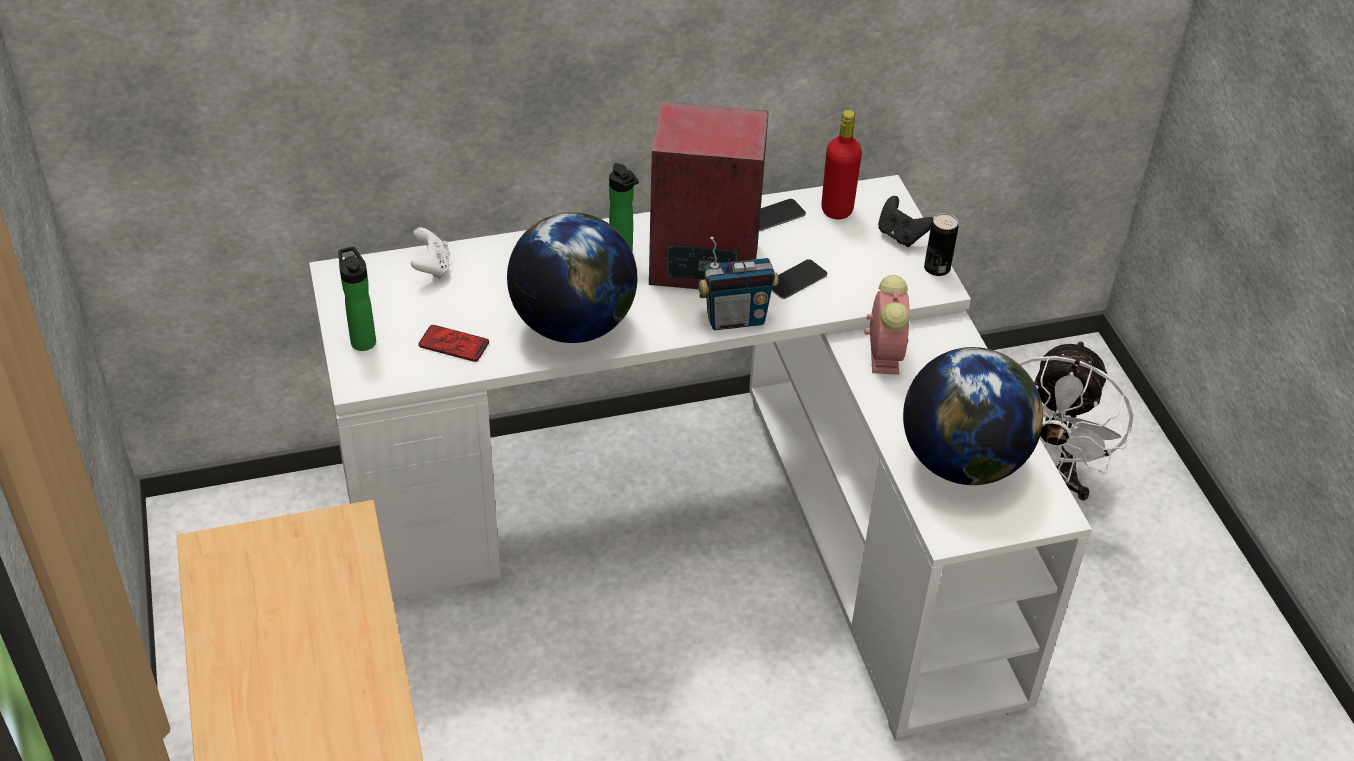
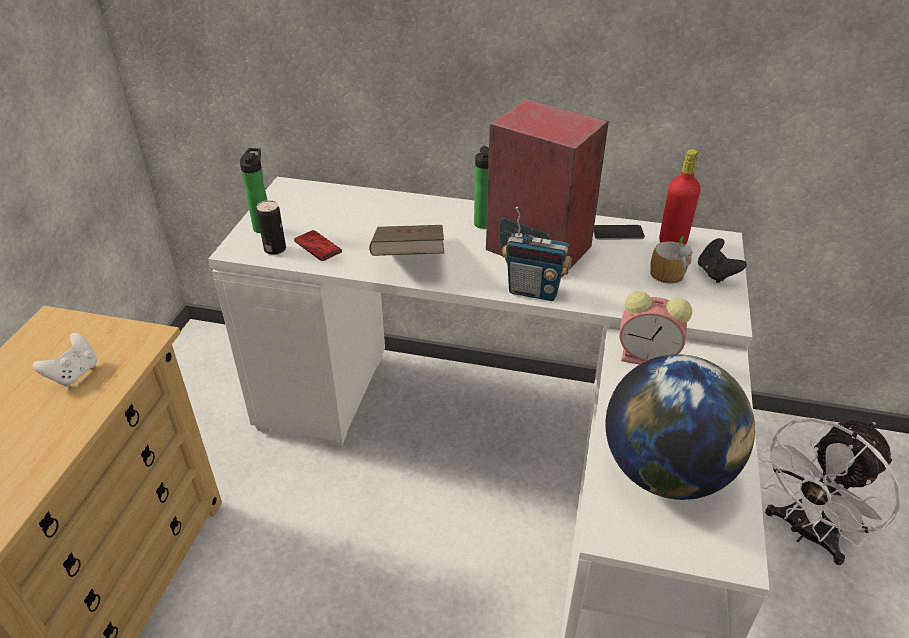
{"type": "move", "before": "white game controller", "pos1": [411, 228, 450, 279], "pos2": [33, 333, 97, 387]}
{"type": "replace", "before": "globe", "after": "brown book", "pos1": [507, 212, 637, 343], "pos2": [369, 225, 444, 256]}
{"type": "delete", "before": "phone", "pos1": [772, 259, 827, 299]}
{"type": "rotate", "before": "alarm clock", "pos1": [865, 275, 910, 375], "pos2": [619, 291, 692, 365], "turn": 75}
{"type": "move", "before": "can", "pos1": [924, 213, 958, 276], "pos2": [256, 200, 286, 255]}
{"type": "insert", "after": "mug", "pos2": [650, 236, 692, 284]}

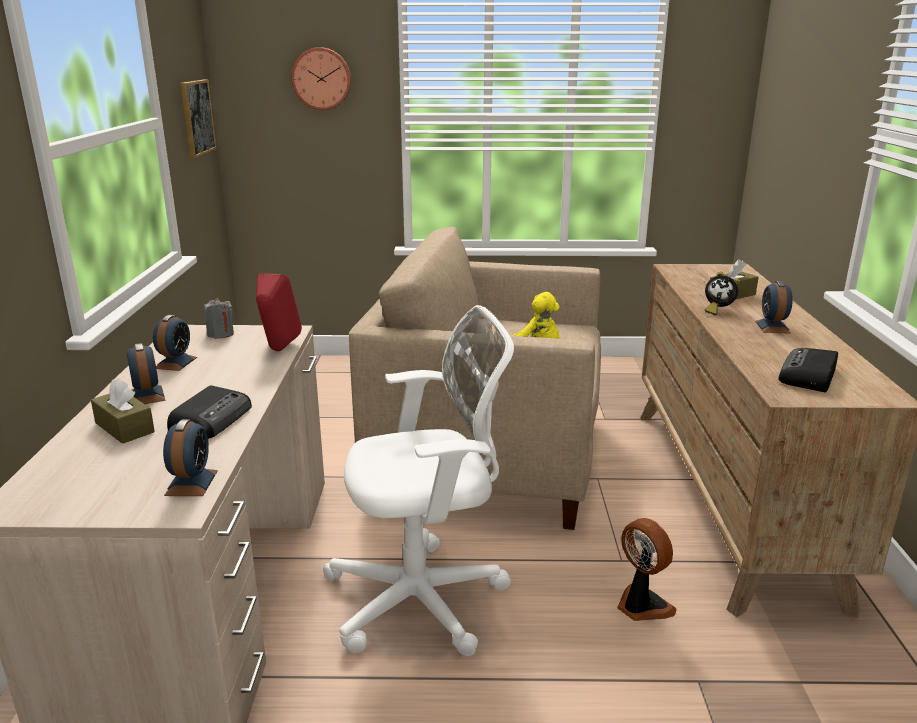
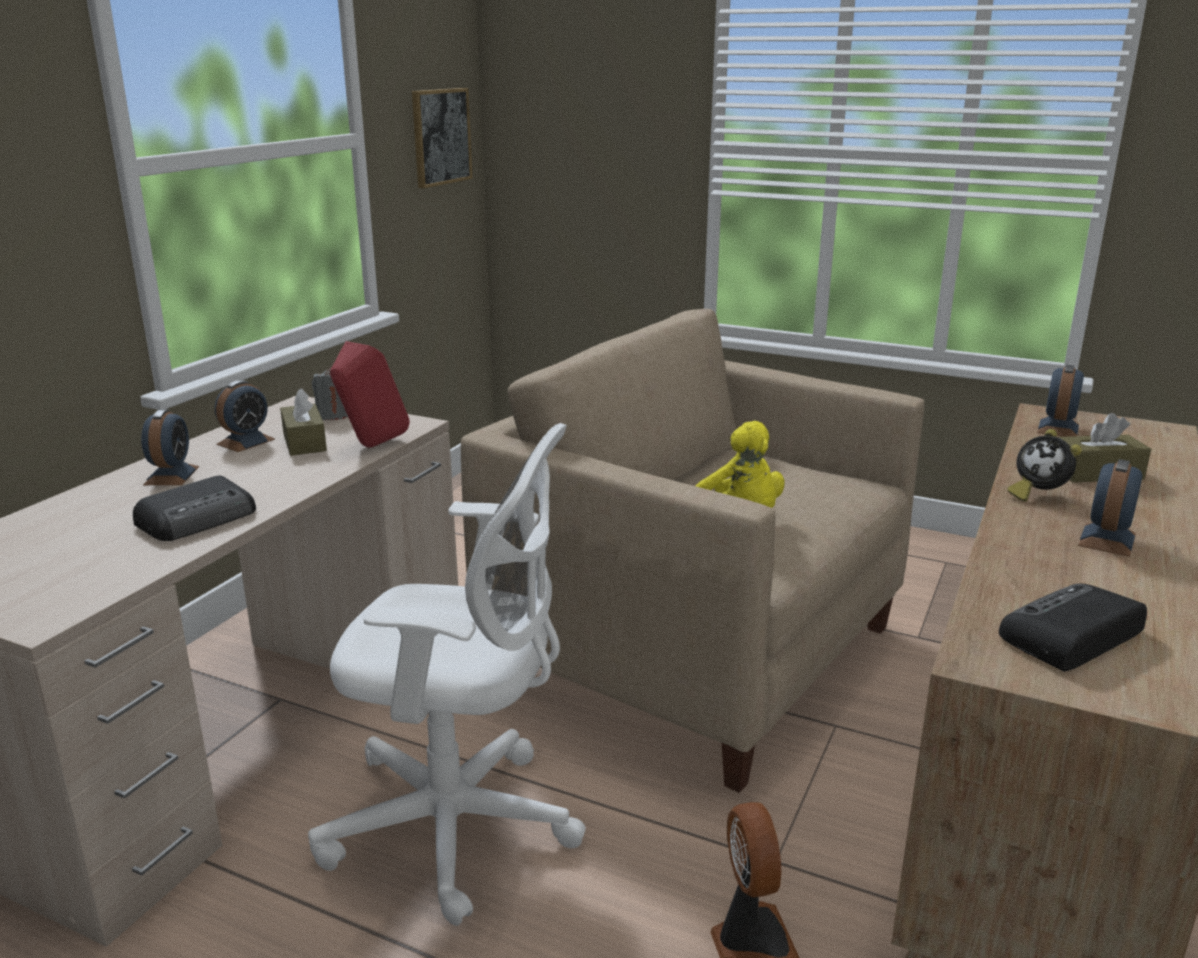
{"type": "move", "before": "brown tissue box", "pos1": [91, 378, 155, 444], "pos2": [280, 388, 327, 456]}
{"type": "move", "before": "alarm clock", "pos1": [163, 419, 218, 496], "pos2": [1037, 365, 1084, 437]}
{"type": "delete", "before": "wall clock", "pos1": [291, 47, 351, 110]}

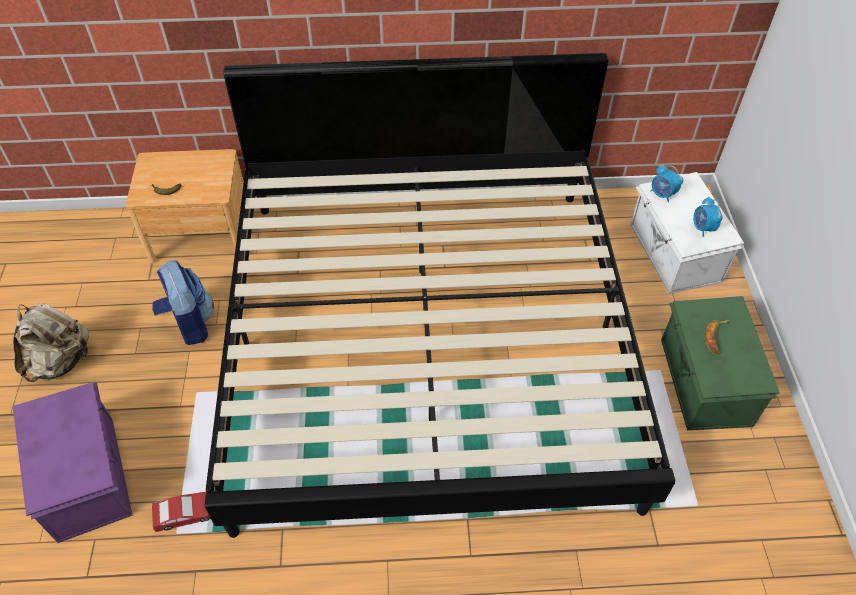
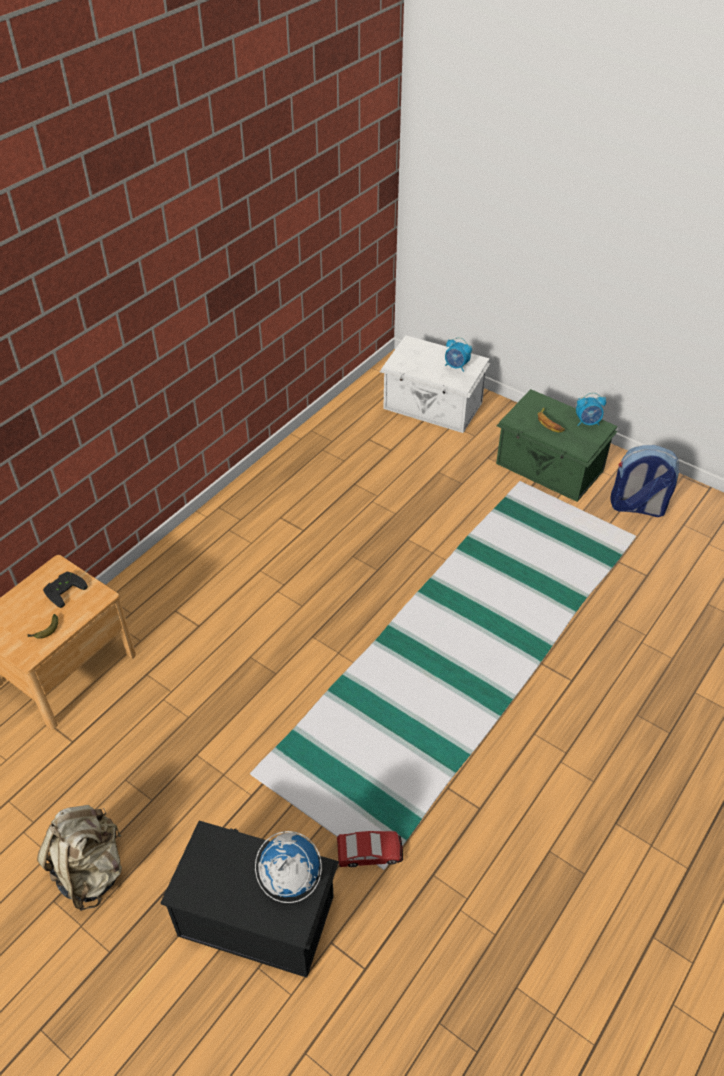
{"type": "recolor", "before": "purple storage box", "after": "black storage box", "pos1": [13, 382, 133, 543], "pos2": [160, 821, 339, 978]}
{"type": "move", "before": "backpack", "pos1": [152, 260, 214, 345], "pos2": [610, 445, 679, 517]}
{"type": "rotate", "before": "toy car", "pos1": [152, 492, 211, 532], "pos2": [337, 831, 403, 867], "turn": 60}
{"type": "delete", "before": "bed", "pos1": [205, 53, 675, 538]}
{"type": "move", "before": "alarm clock", "pos1": [651, 165, 683, 202], "pos2": [576, 393, 606, 426]}
{"type": "insert", "after": "black game controller", "pos2": [43, 571, 88, 608]}
{"type": "insert", "after": "globe", "pos2": [255, 831, 322, 903]}

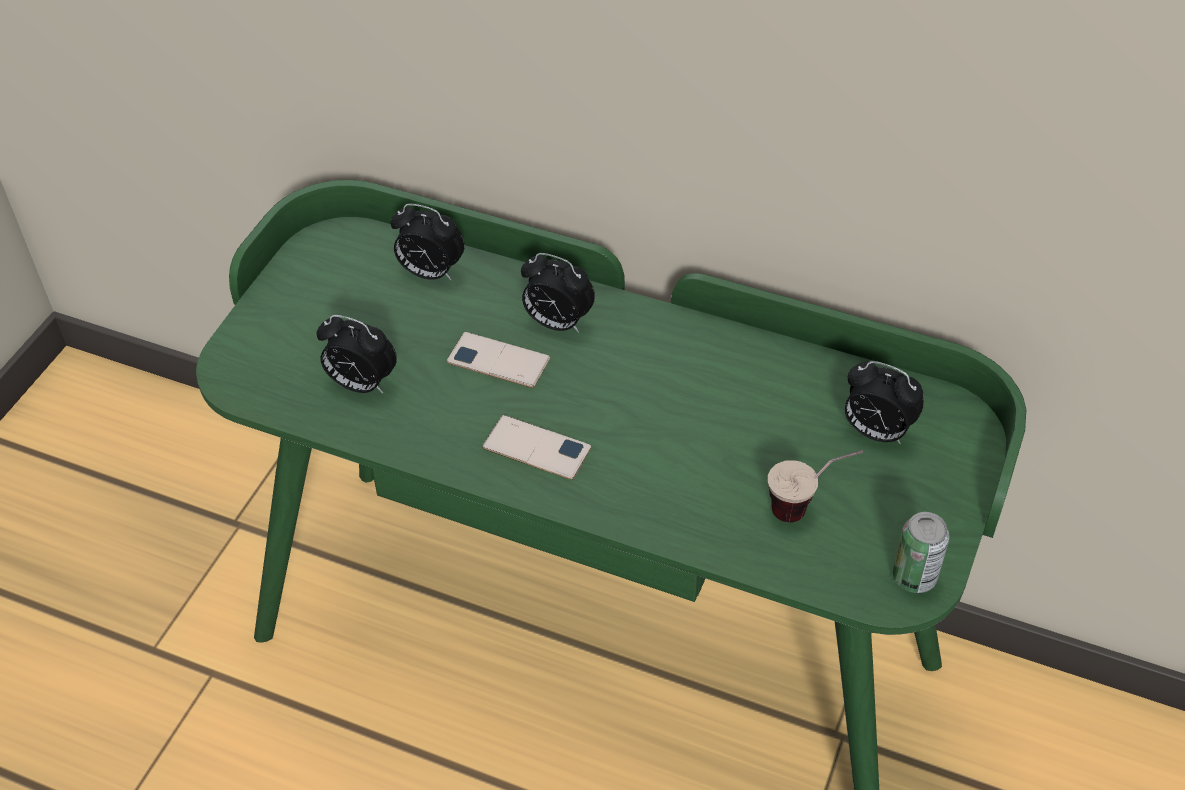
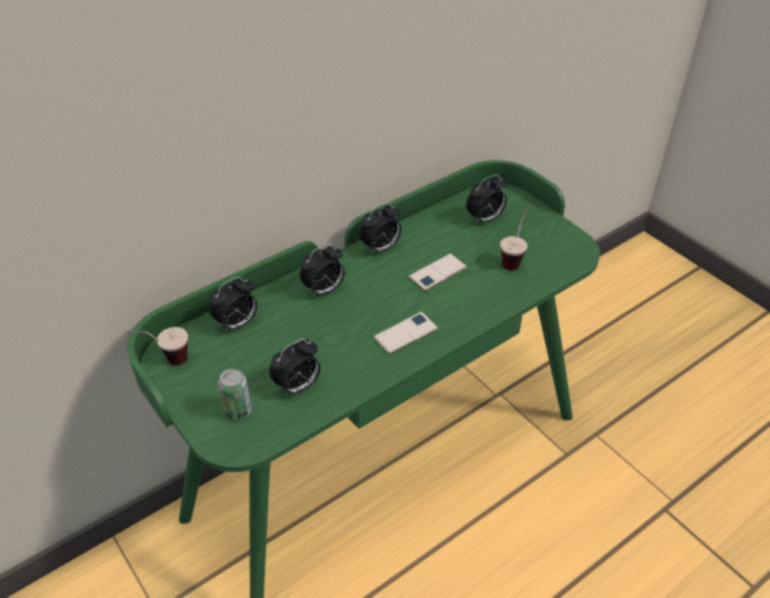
{"type": "move", "before": "phone", "pos1": [446, 332, 550, 388], "pos2": [409, 254, 467, 291]}
{"type": "move", "before": "can", "pos1": [892, 512, 949, 593], "pos2": [218, 368, 252, 421]}
{"type": "insert", "after": "cup", "pos2": [126, 327, 188, 365]}
{"type": "insert", "after": "alarm clock", "pos2": [359, 202, 401, 254]}

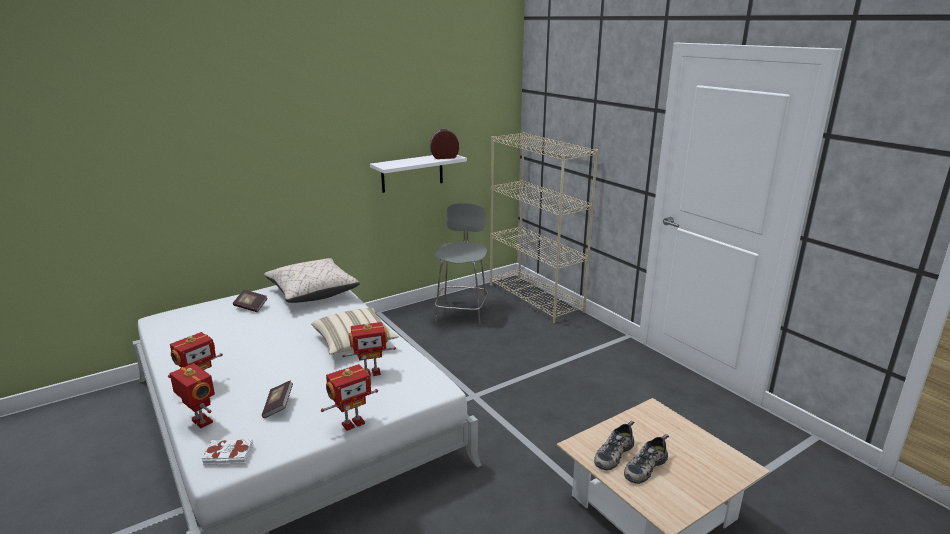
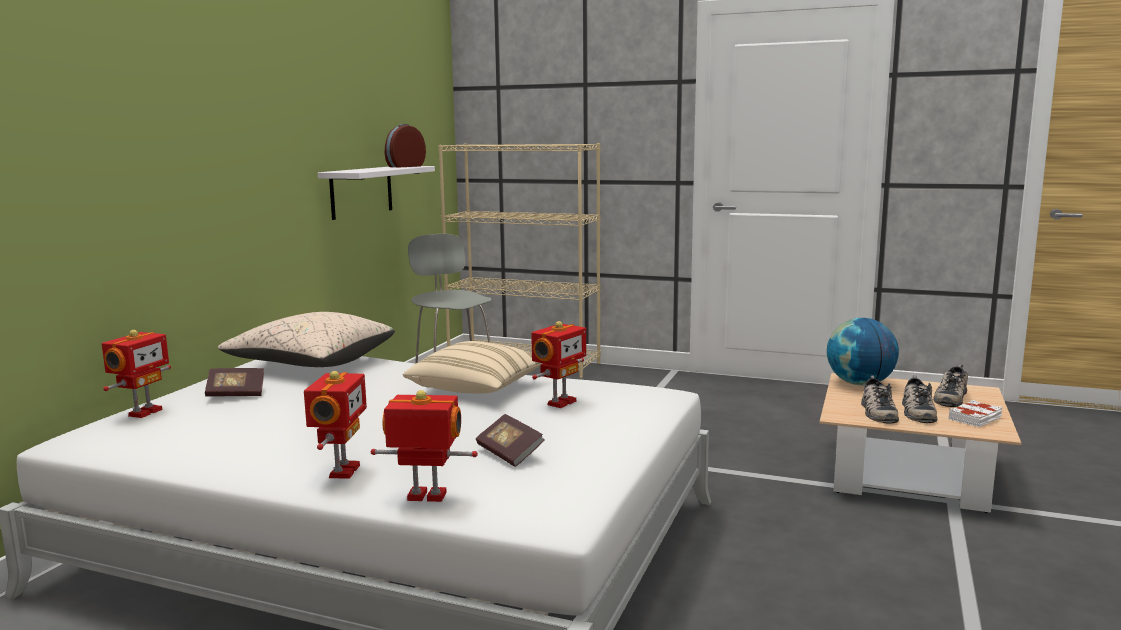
{"type": "move", "before": "white book", "pos1": [202, 439, 253, 466], "pos2": [949, 400, 1003, 427]}
{"type": "move", "before": "toy robot", "pos1": [321, 364, 378, 431], "pos2": [102, 330, 171, 418]}
{"type": "insert", "after": "globe", "pos2": [827, 318, 899, 386]}
{"type": "insert", "after": "shoe", "pos2": [933, 365, 968, 407]}

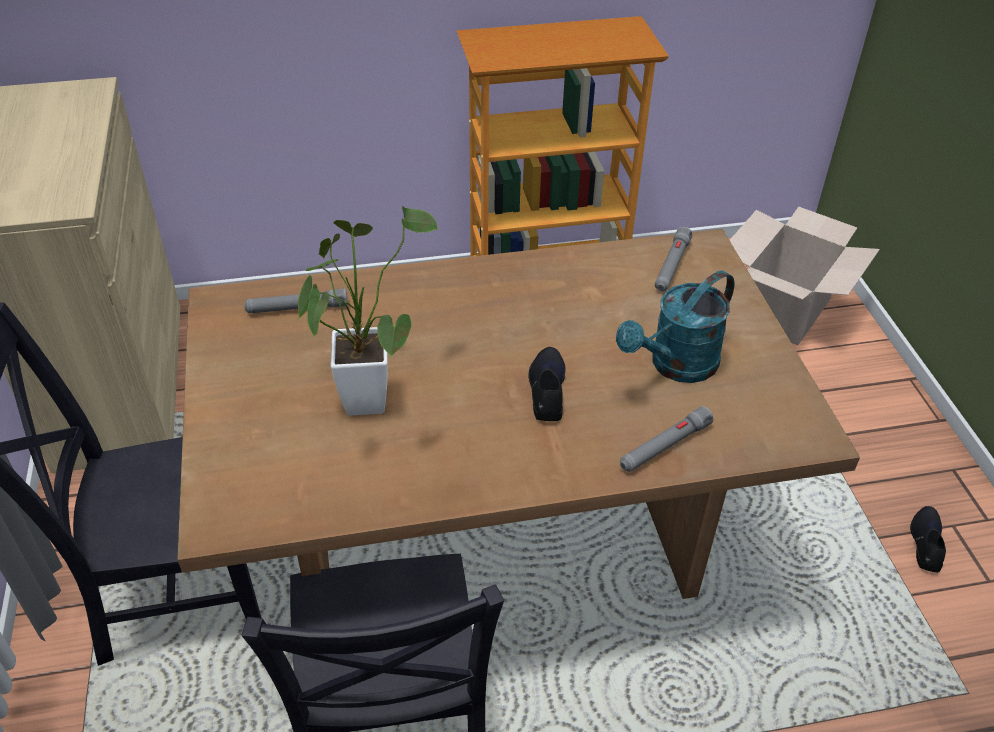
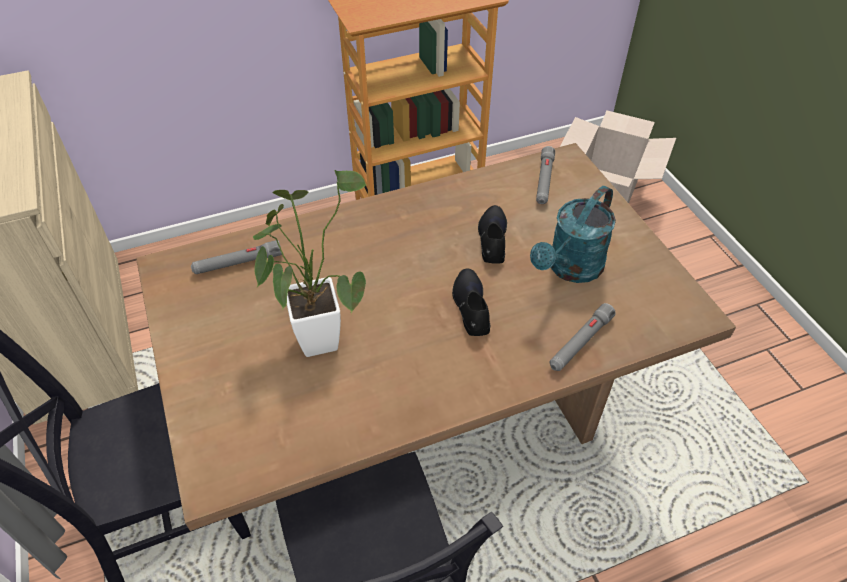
{"type": "move", "before": "black shoe", "pos1": [910, 506, 946, 572], "pos2": [478, 205, 507, 264]}

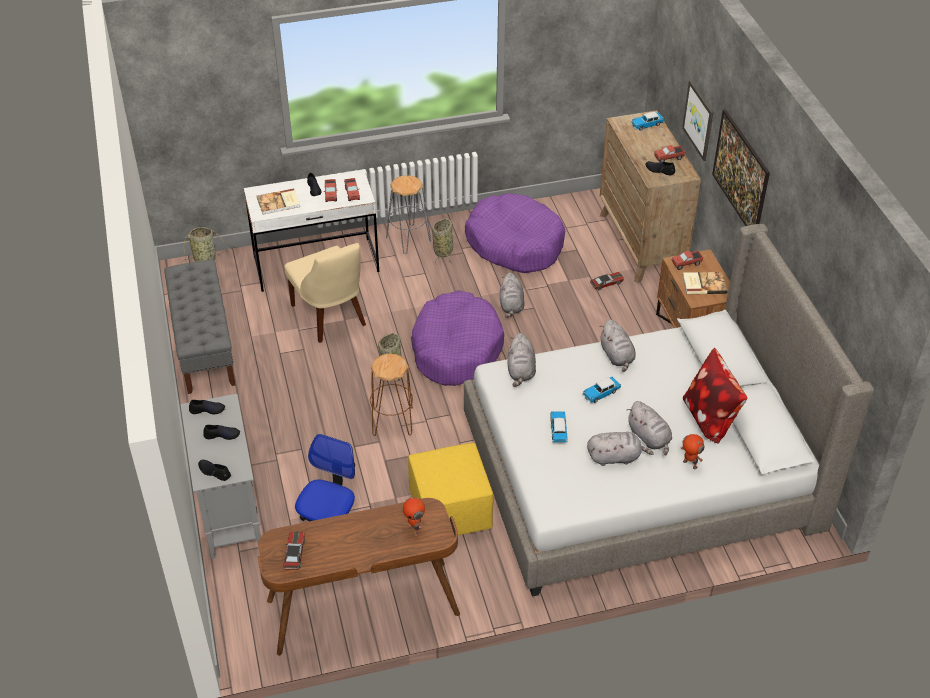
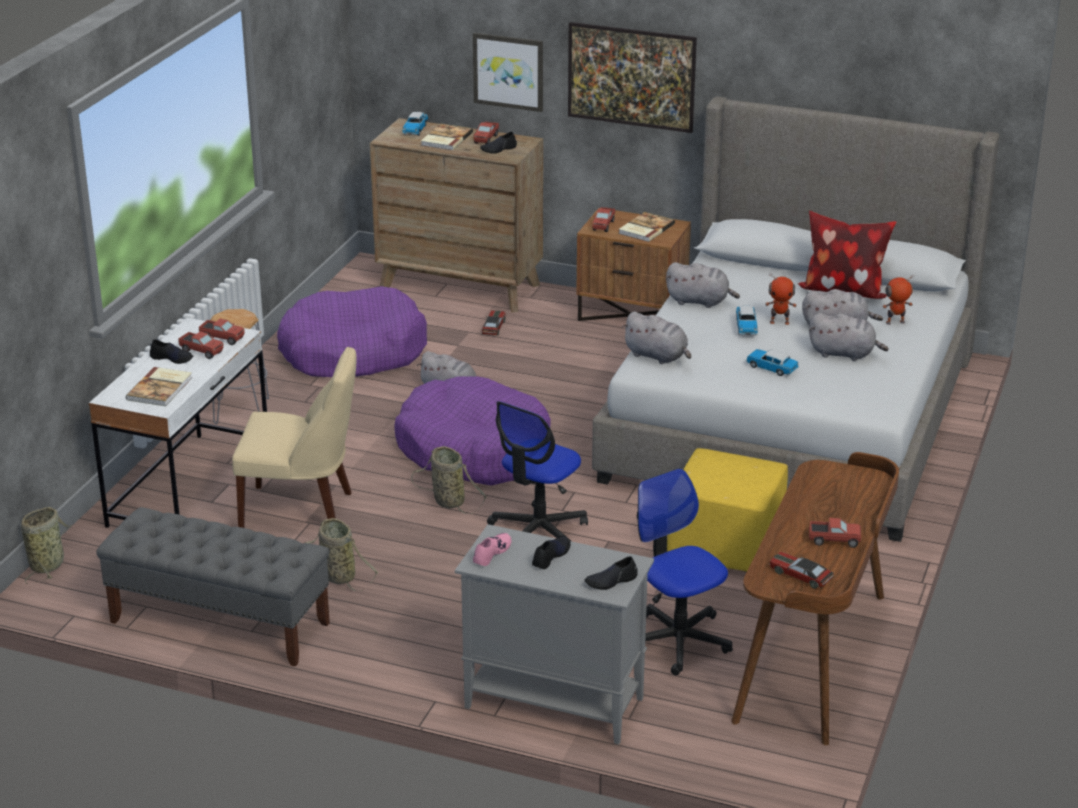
{"type": "recolor", "before": "black shoe", "after": "pink shoe", "pos1": [189, 400, 225, 414], "pos2": [473, 533, 511, 566]}
{"type": "replace", "before": "brown stool", "after": "office chair", "pos1": [370, 354, 413, 436], "pos2": [487, 401, 588, 541]}
{"type": "move", "before": "toy robot", "pos1": [403, 491, 425, 536], "pos2": [765, 272, 797, 325]}
{"type": "move", "before": "basket", "pos1": [432, 218, 453, 265], "pos2": [306, 518, 378, 591]}
{"type": "rotate", "before": "grey plush toy", "pos1": [587, 432, 654, 466], "pos2": [809, 313, 889, 361], "turn": 75}
{"type": "insert", "after": "book", "pos2": [421, 124, 473, 150]}
{"type": "insert", "after": "toy truck", "pos2": [809, 518, 861, 548]}

